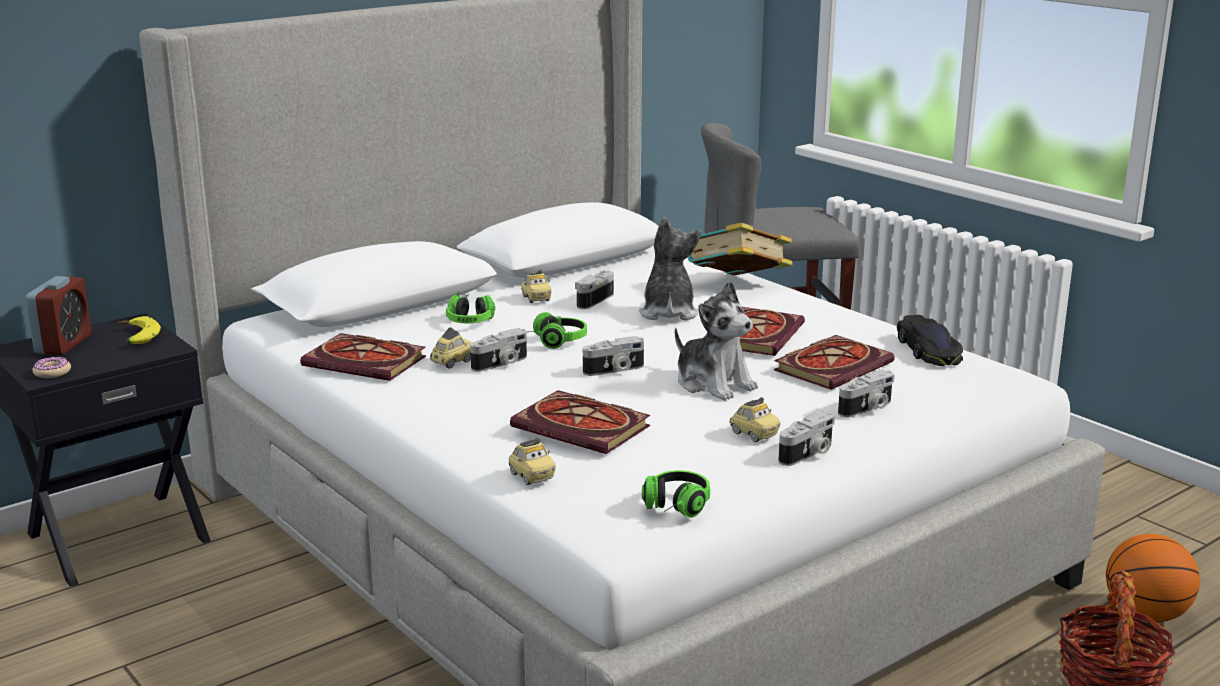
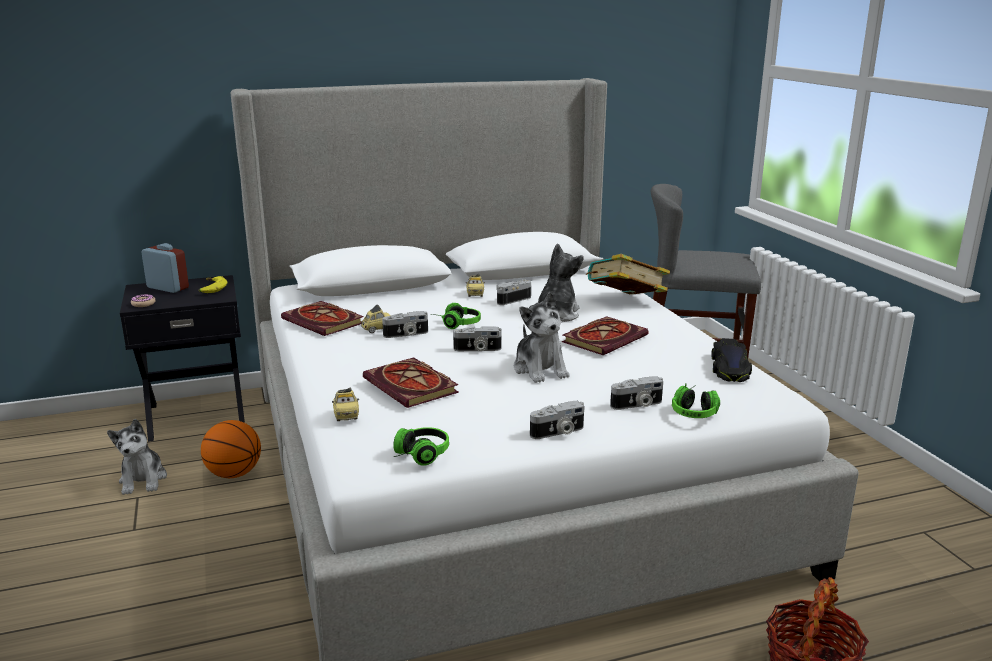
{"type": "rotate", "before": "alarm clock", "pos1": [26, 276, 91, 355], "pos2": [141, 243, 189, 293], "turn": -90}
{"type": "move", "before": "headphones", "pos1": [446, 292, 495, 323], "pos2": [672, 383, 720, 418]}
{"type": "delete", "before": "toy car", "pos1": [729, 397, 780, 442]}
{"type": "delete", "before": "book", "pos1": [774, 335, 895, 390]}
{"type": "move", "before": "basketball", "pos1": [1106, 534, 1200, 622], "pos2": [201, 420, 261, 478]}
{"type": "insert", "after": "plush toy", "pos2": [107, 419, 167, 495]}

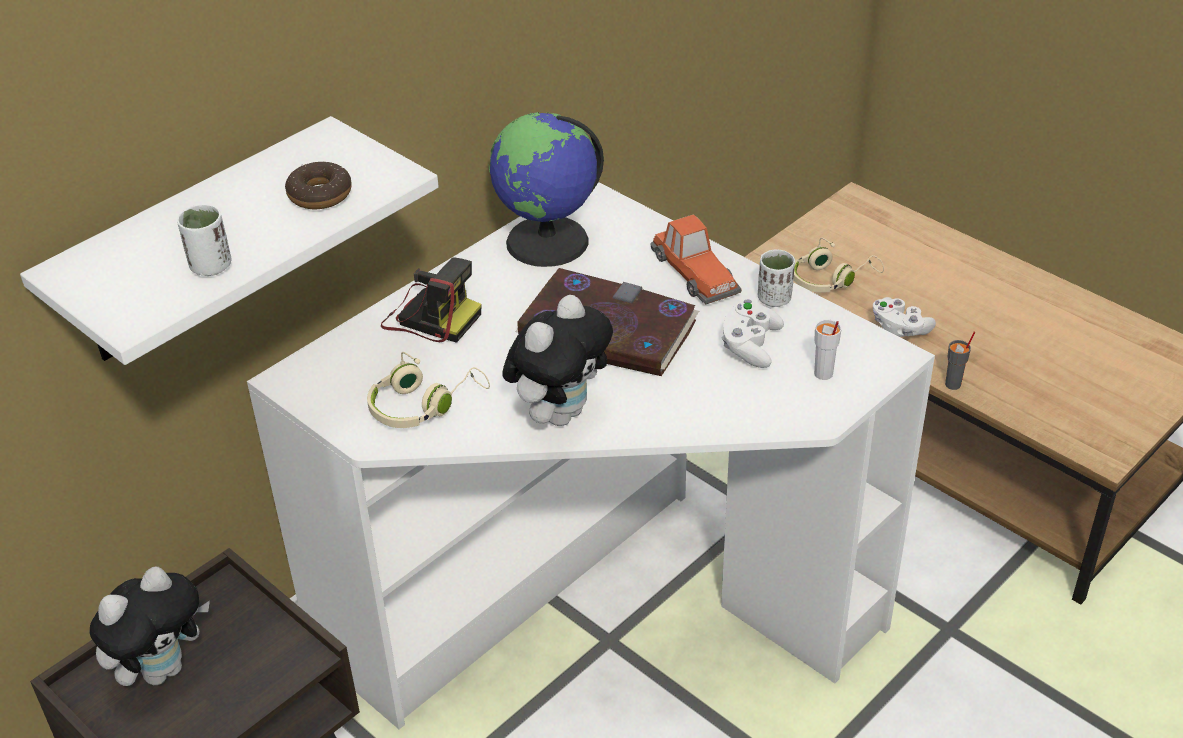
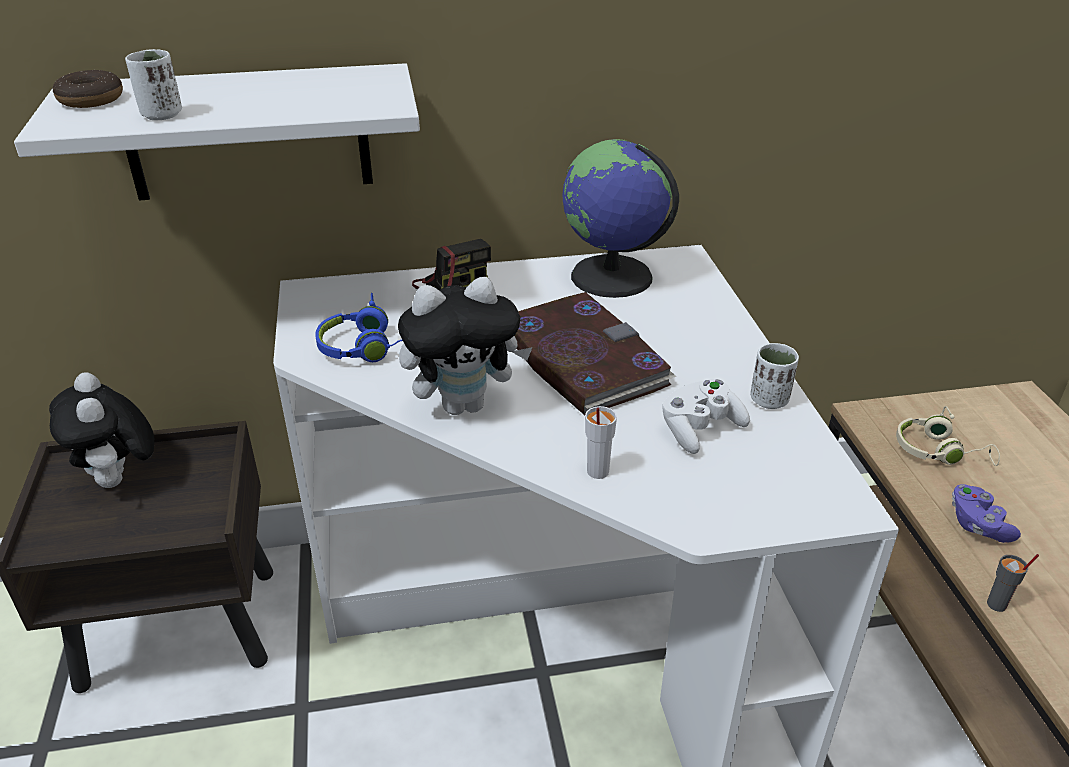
{"type": "rotate", "before": "plush toy", "pos1": [89, 567, 210, 686], "pos2": [49, 372, 154, 488], "turn": 75}
{"type": "move", "before": "donut", "pos1": [285, 161, 352, 209], "pos2": [53, 70, 123, 108]}
{"type": "recolor", "before": "beige headphones", "after": "blue headphones", "pos1": [367, 352, 490, 428], "pos2": [316, 293, 403, 362]}
{"type": "delete", "before": "toy car", "pos1": [651, 214, 742, 304]}
{"type": "move", "before": "white cup", "pos1": [814, 320, 842, 380], "pos2": [585, 406, 617, 479]}
{"type": "recolor", "before": "white game controller", "after": "purple game controller", "pos1": [873, 297, 936, 337], "pos2": [952, 484, 1021, 543]}

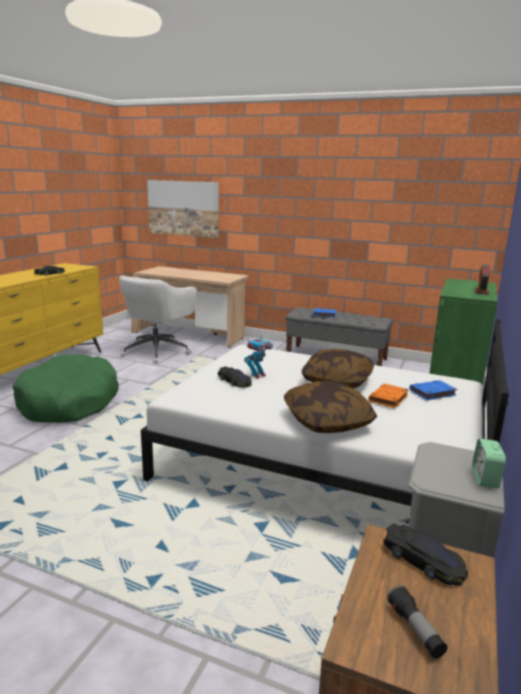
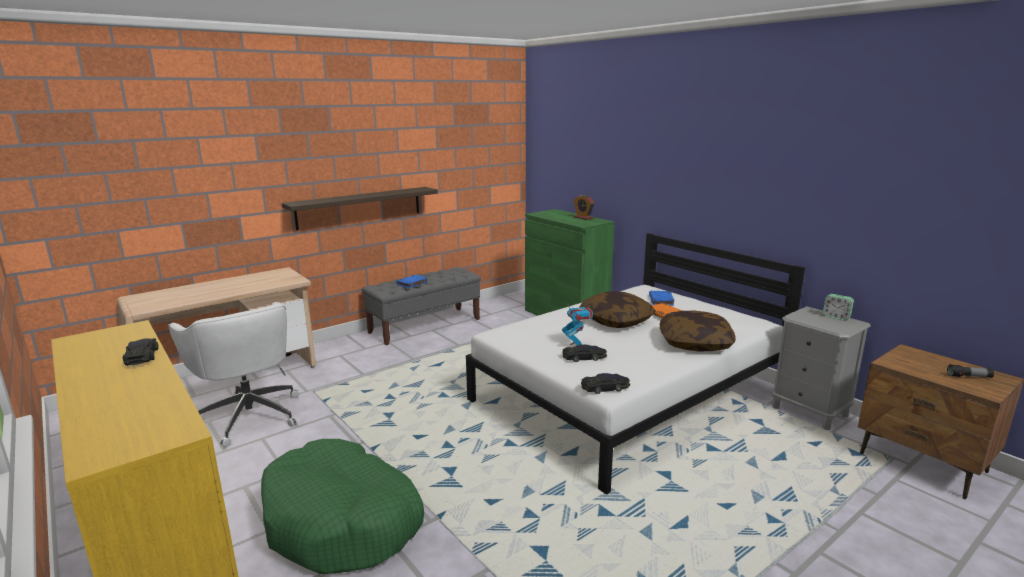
{"type": "delete", "before": "picture", "pos1": [147, 180, 219, 238]}
{"type": "move", "before": "black toy car", "pos1": [383, 524, 468, 586], "pos2": [581, 373, 630, 394]}
{"type": "insert", "after": "shelf", "pos2": [282, 187, 438, 230]}

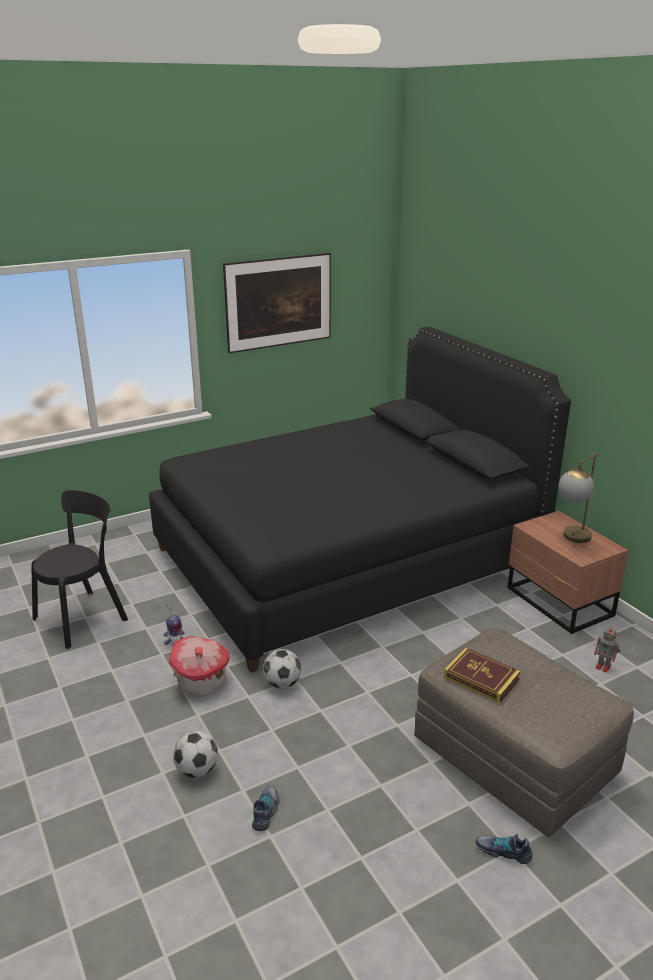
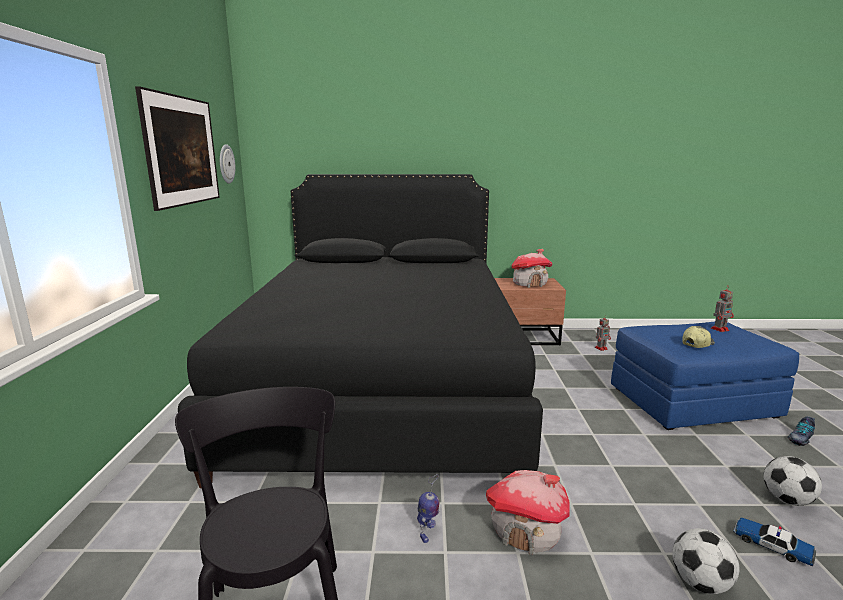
{"type": "replace", "before": "shoe", "after": "toy car", "pos1": [252, 786, 280, 831], "pos2": [733, 518, 816, 566]}
{"type": "move", "before": "football", "pos1": [263, 649, 301, 689], "pos2": [763, 456, 822, 506]}
{"type": "recolor", "before": "grey ottoman", "after": "blue ottoman", "pos1": [414, 627, 634, 837], "pos2": [611, 322, 799, 430]}
{"type": "replace", "before": "book", "after": "cap", "pos1": [444, 648, 521, 703], "pos2": [682, 326, 715, 348]}
{"type": "replace", "before": "table lamp", "after": "toy house", "pos1": [559, 453, 600, 543], "pos2": [512, 249, 553, 288]}
{"type": "insert", "after": "wall clock", "pos2": [220, 144, 235, 184]}
{"type": "insert", "after": "toy robot", "pos2": [711, 286, 734, 332]}

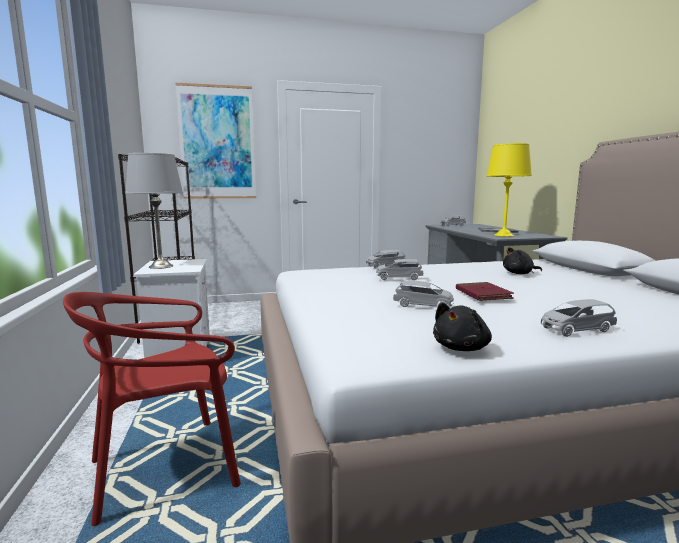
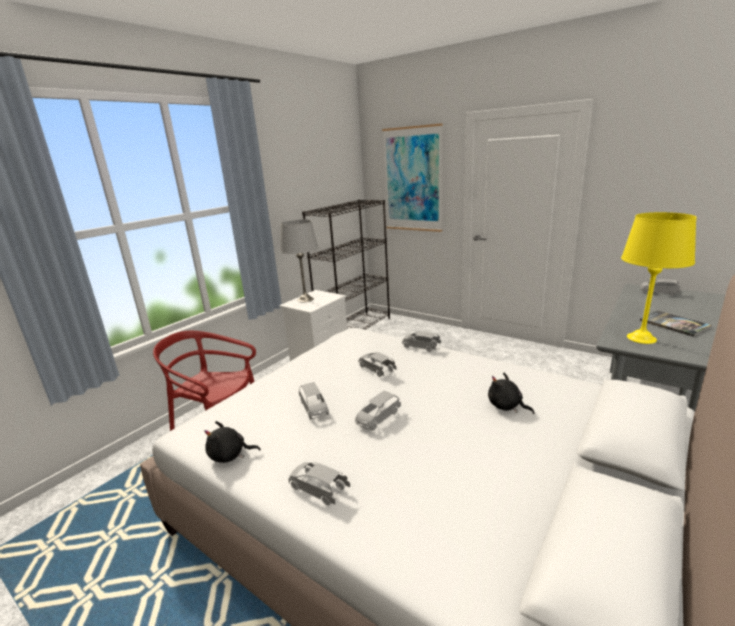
{"type": "replace", "before": "red book", "after": "grey toy car", "pos1": [456, 282, 514, 301], "pos2": [355, 391, 401, 431]}

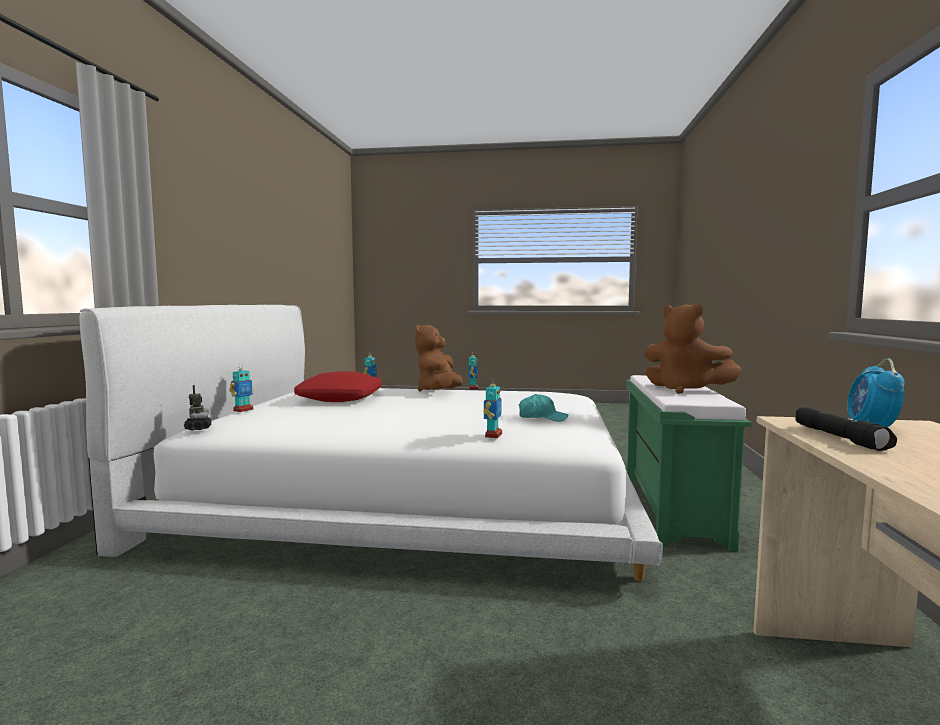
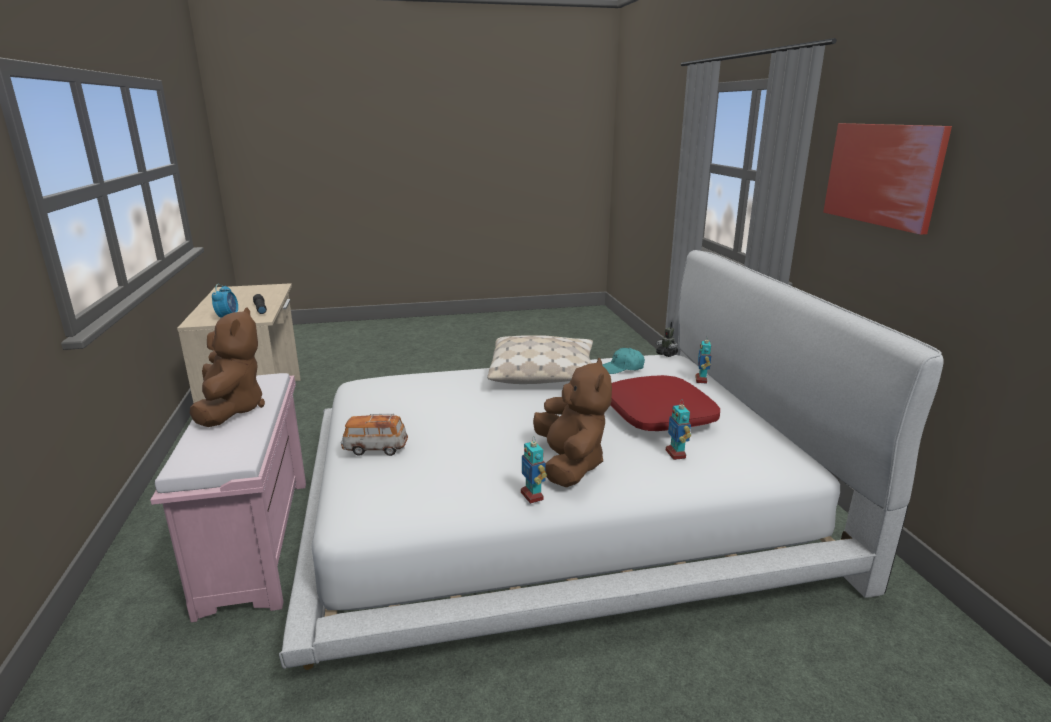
{"type": "delete", "before": "toy robot", "pos1": [483, 378, 502, 438]}
{"type": "move", "before": "turquoise cap", "pos1": [519, 394, 568, 422], "pos2": [602, 348, 645, 374]}
{"type": "recolor", "before": "green bench", "after": "pink bench", "pos1": [626, 375, 752, 552], "pos2": [150, 373, 306, 623]}
{"type": "rotate", "before": "brown plush toy", "pos1": [644, 303, 742, 394], "pos2": [190, 307, 265, 427], "turn": 60}
{"type": "insert", "after": "toy car", "pos2": [341, 414, 408, 456]}
{"type": "insert", "after": "beige pillow", "pos2": [487, 335, 593, 384]}
{"type": "insert", "after": "picture", "pos2": [823, 123, 952, 235]}

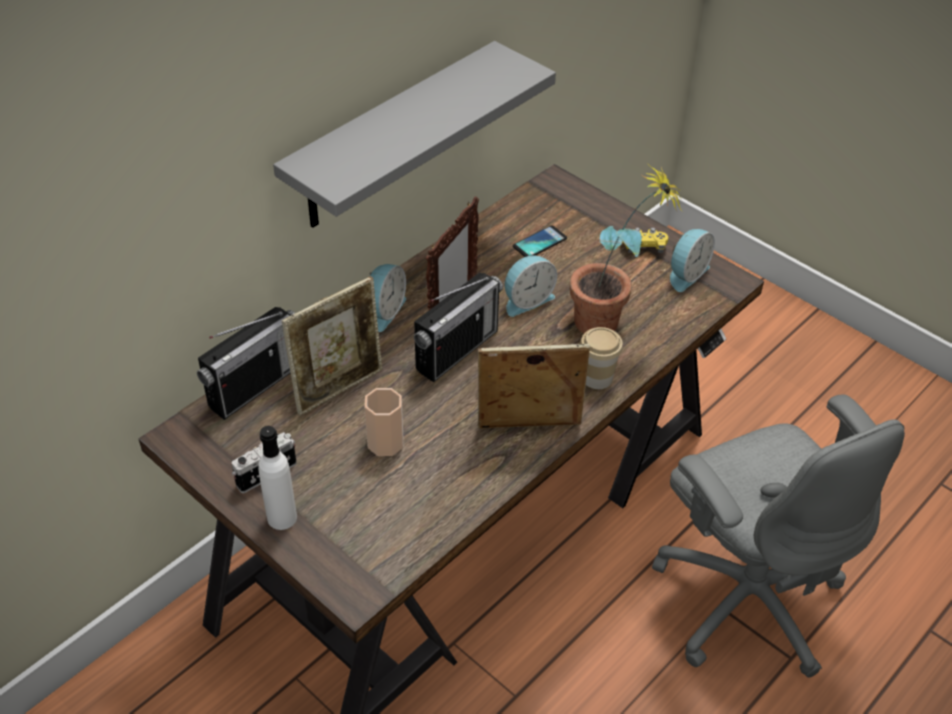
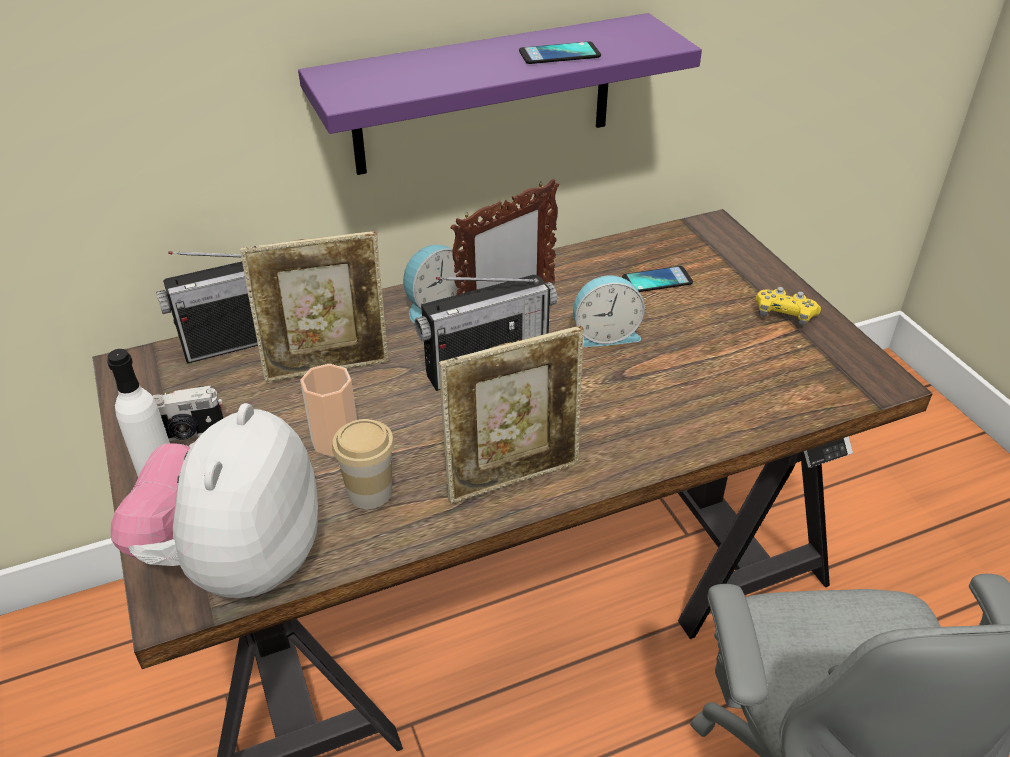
{"type": "recolor", "before": "grey shelf", "after": "purple shelf", "pos1": [273, 41, 556, 228], "pos2": [298, 13, 702, 175]}
{"type": "rotate", "before": "picture frame", "pos1": [478, 344, 590, 429], "pos2": [439, 326, 584, 504], "turn": 135}
{"type": "delete", "before": "potted plant", "pos1": [570, 163, 682, 333]}
{"type": "move", "before": "cup", "pos1": [580, 327, 623, 389], "pos2": [332, 419, 395, 509]}
{"type": "delete", "before": "alarm clock", "pos1": [670, 229, 715, 292]}
{"type": "insert", "after": "plush toy", "pos2": [110, 403, 318, 598]}
{"type": "insert", "after": "phone", "pos2": [519, 42, 601, 64]}

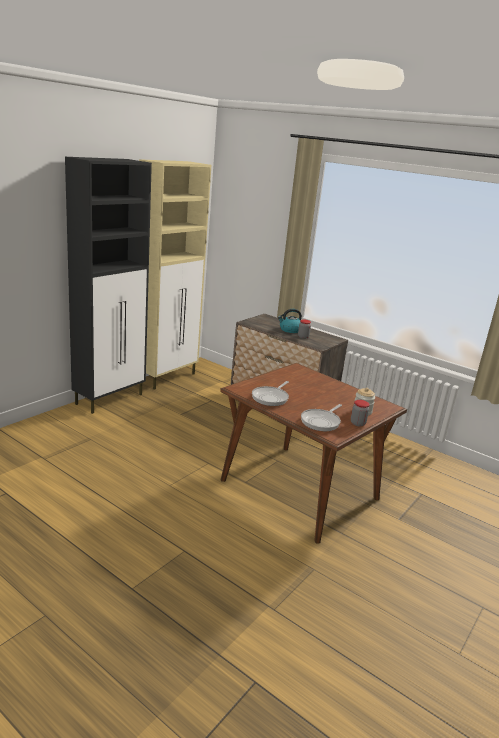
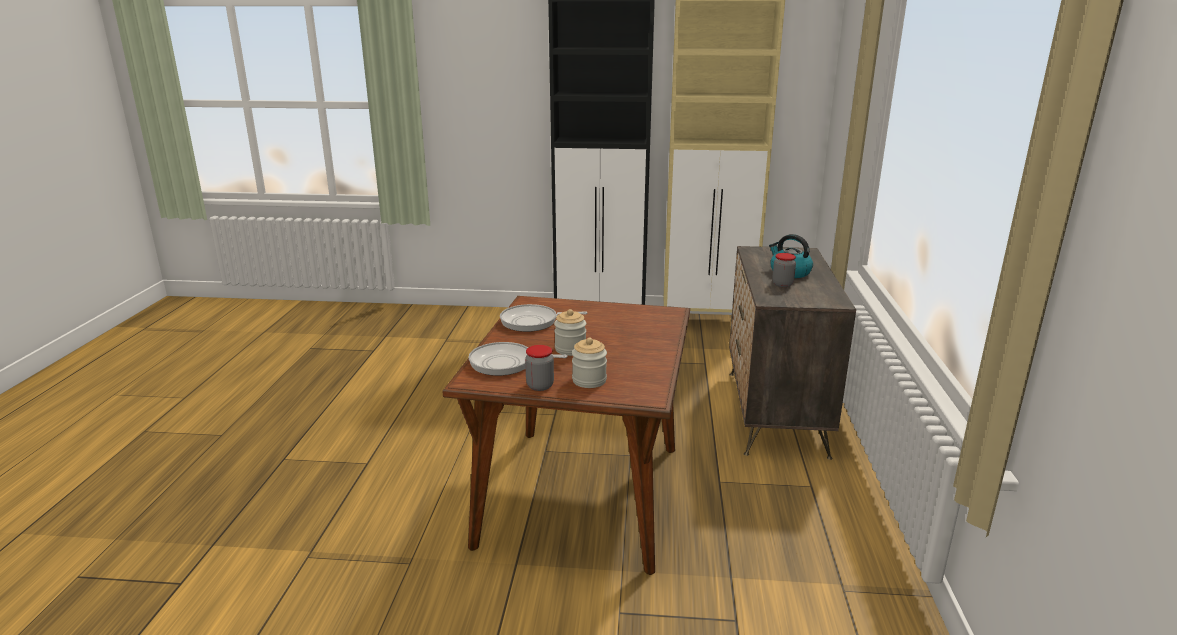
{"type": "insert", "after": "jar", "pos2": [554, 309, 586, 356]}

